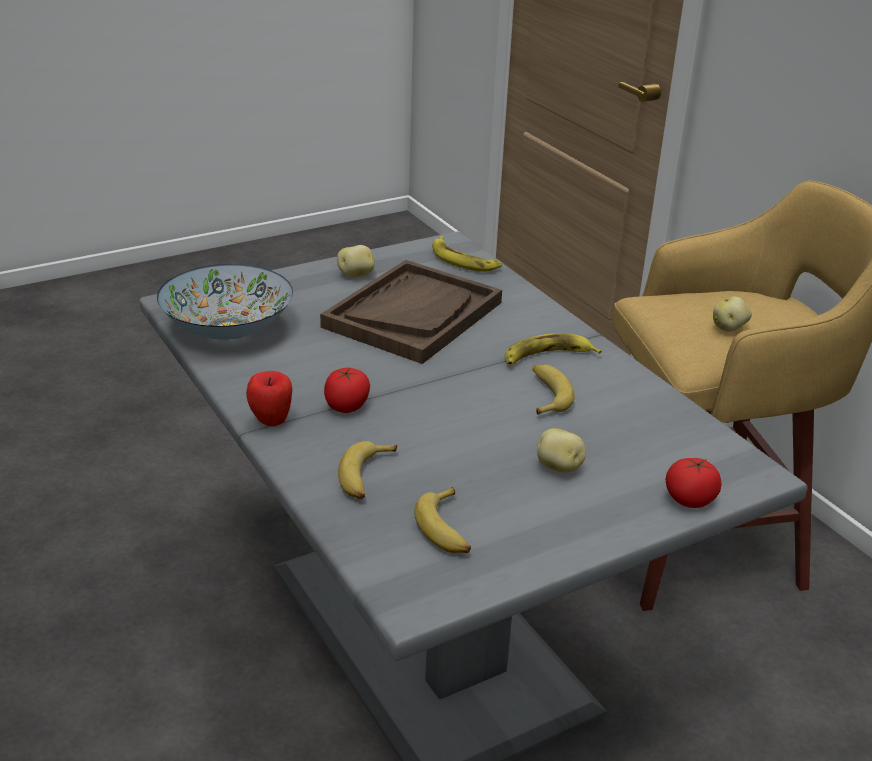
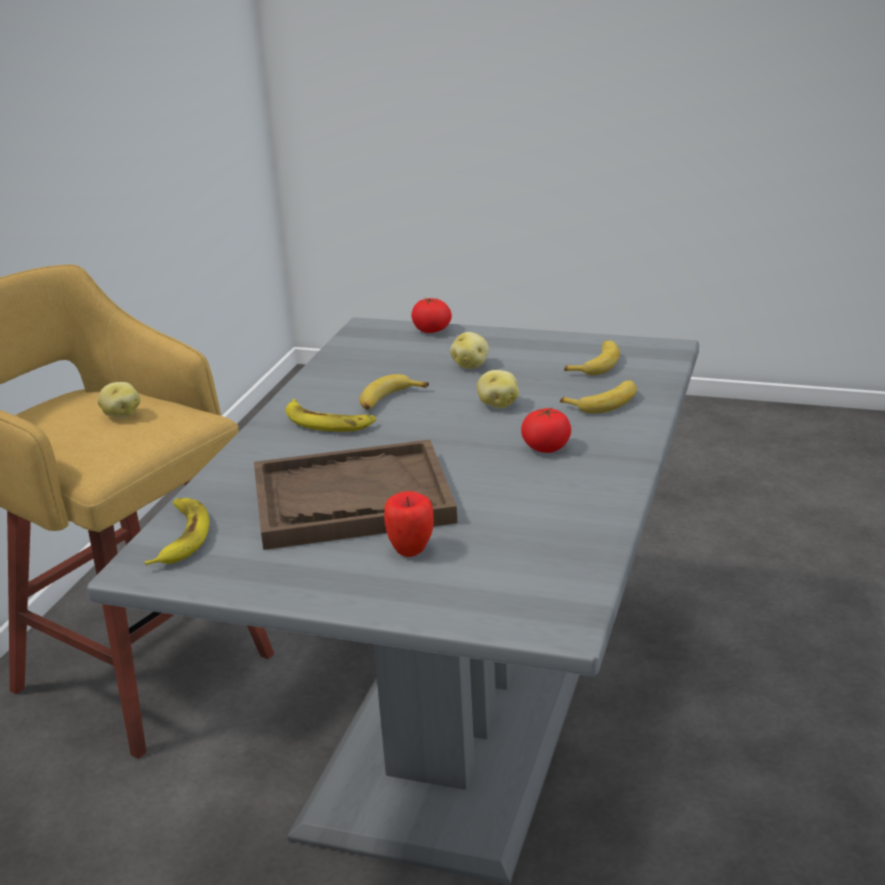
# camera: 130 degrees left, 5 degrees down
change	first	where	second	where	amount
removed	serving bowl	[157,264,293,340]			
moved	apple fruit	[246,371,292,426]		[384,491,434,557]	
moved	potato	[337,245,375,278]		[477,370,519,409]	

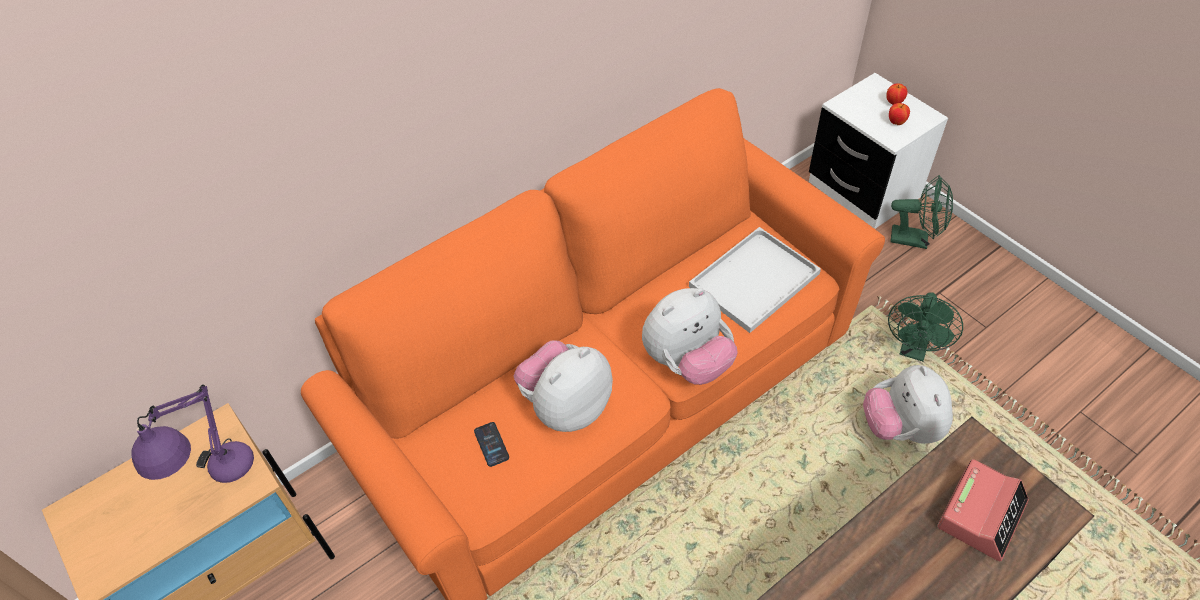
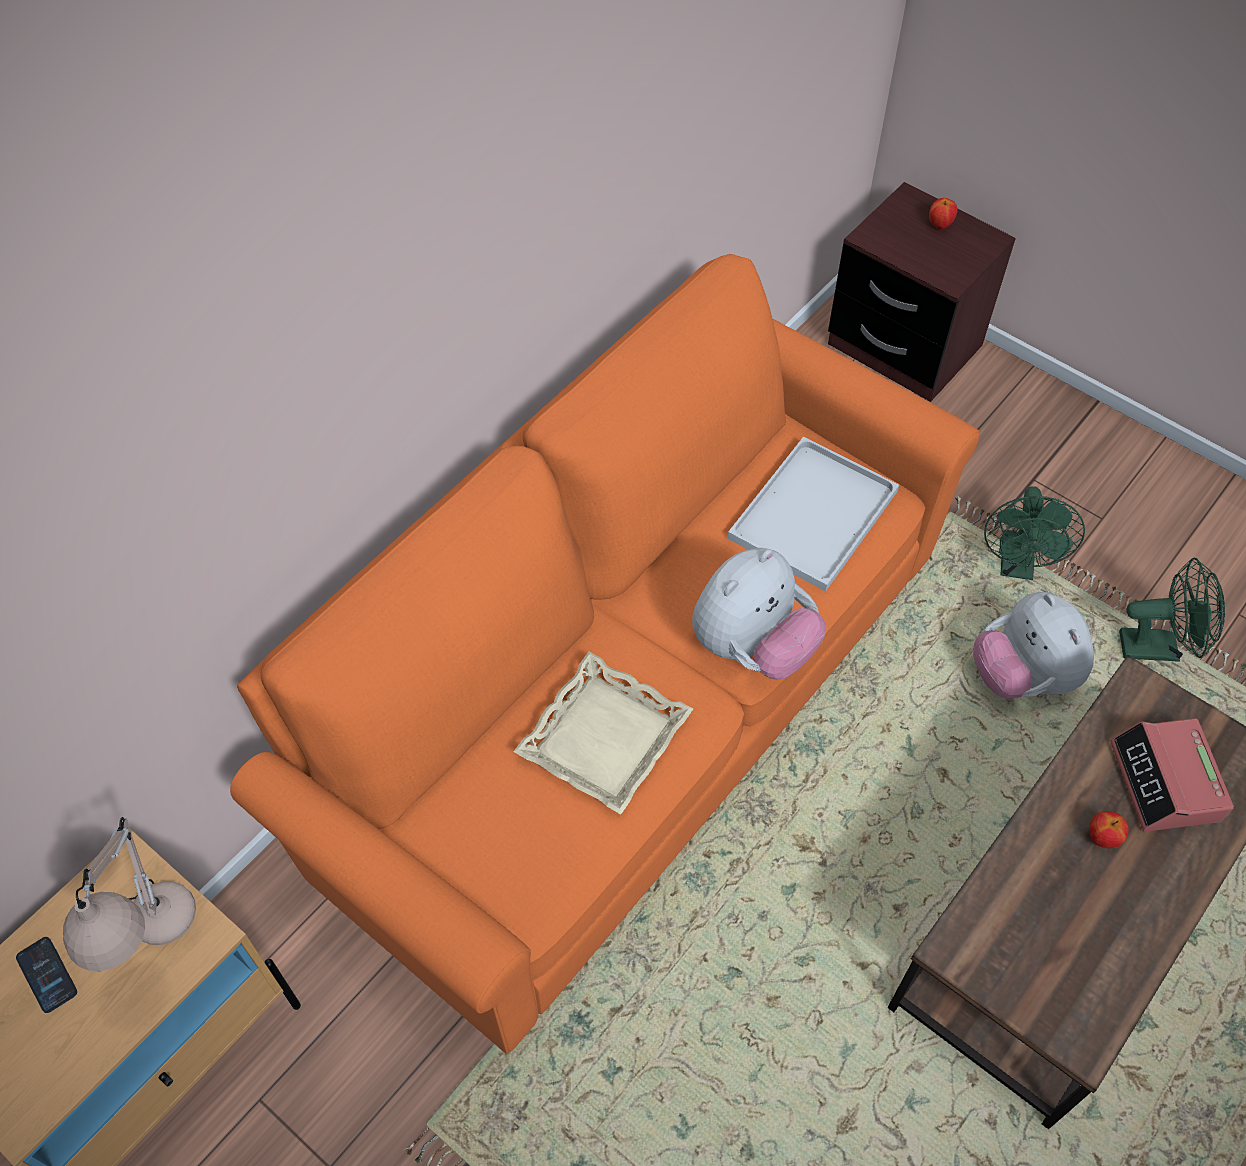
# camera: 15 degrees left, 5 degrees up
change	first	where	second	where	amount
moved	handset	[474,422,509,467]		[16,937,77,1013]	
moved	apple fruit	[889,103,910,125]		[1089,811,1129,848]	
moved	green-coloured electric fan	[890,175,953,249]		[1119,558,1225,662]	
replaced	soft toy	[514,340,613,432]	sand-coloured tray	[513,652,693,815]	
recoloured	purple tabletop lamp	[131,384,254,483]	sand-coloured tabletop lamp	[63,817,196,971]	
recoloured	white night table	[809,73,948,229]	brown-coloured night table	[828,182,1016,402]	
turned	table clock	[937,459,1029,562]		[1110,718,1234,832]	150 degrees clockwise

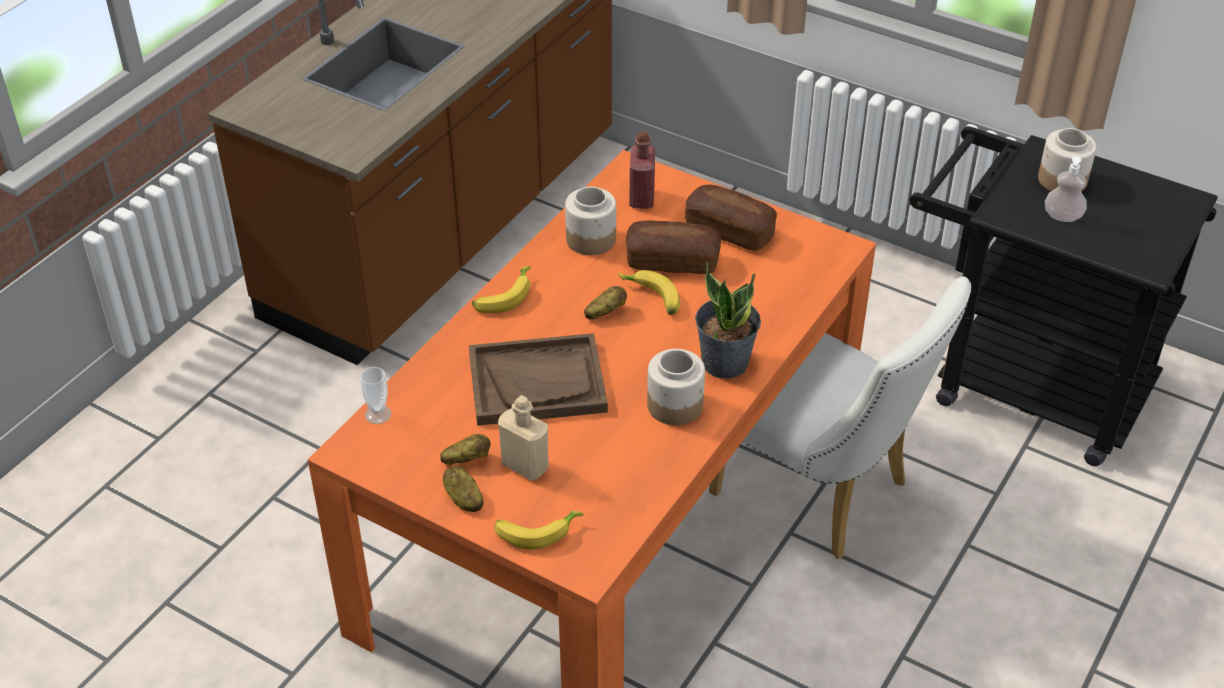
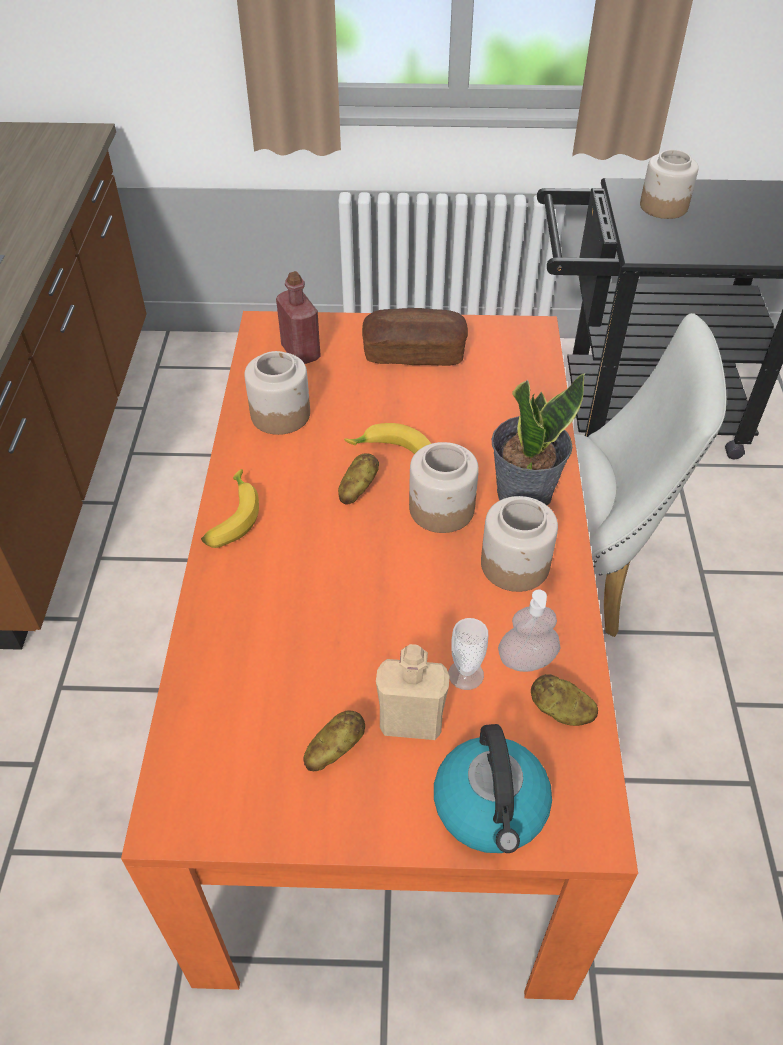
# camera: 30 degrees left, 5 degrees up
change	first	where	second	where	amount
removed	brown-coloured tray	[469,333,608,426]			
removed	bread	[626,221,721,274]			
added			storage jar	[409,442,479,533]	
moved	cup	[360,367,392,424]		[448,618,488,690]	
moved	potato	[443,465,484,512]		[531,674,598,726]	
moved	soap bottle	[1045,156,1087,222]		[498,590,560,672]	
replaced	banana fruit	[494,511,584,550]	tea kettle	[434,724,552,853]	

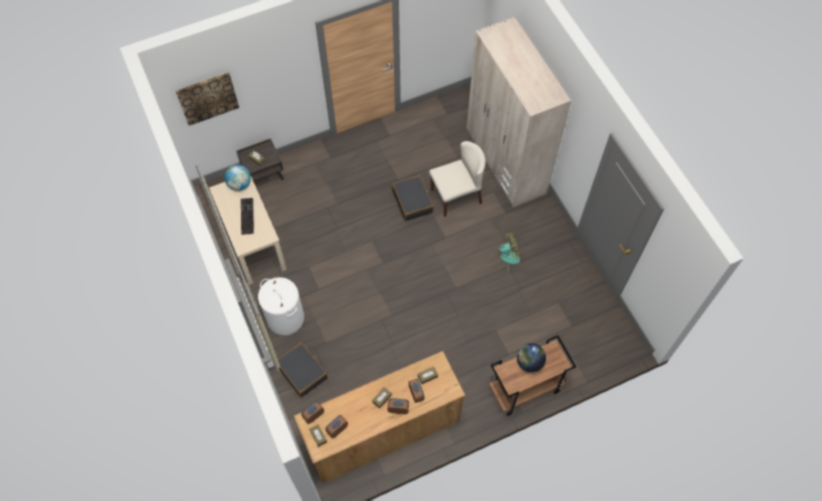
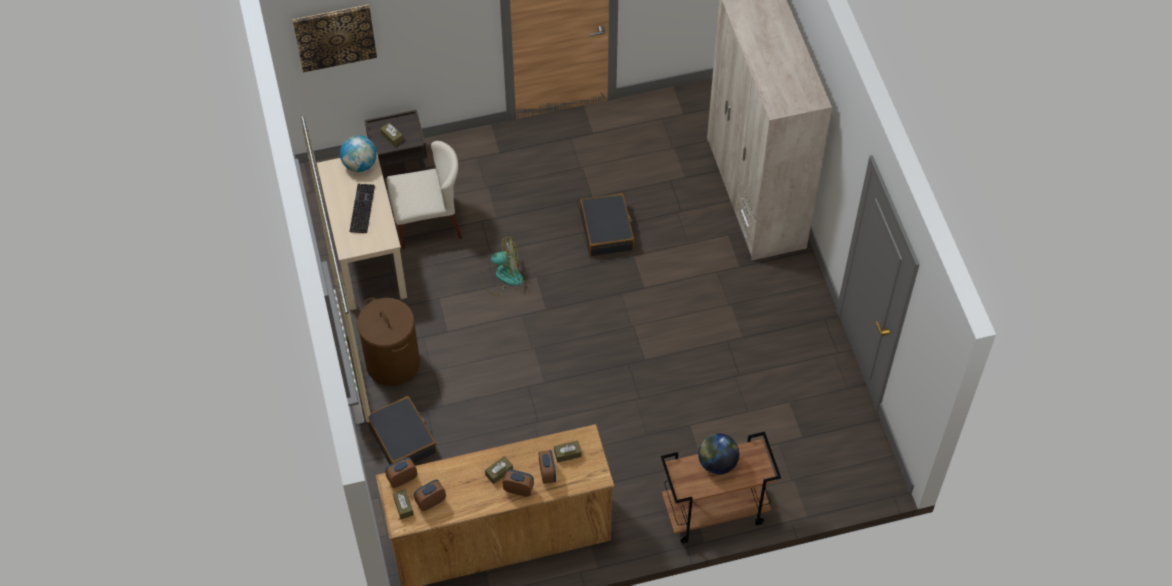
# camera: 10 degrees right, 5 degrees down
change	first	where	second	where	amount
moved	sand-coloured upright chair	[429,141,486,217]		[387,141,462,249]	
moved	electric fan	[490,233,520,274]		[481,236,523,296]	
recoloured	white hamper	[258,277,304,335]	brown-coloured hamper	[357,298,420,386]	

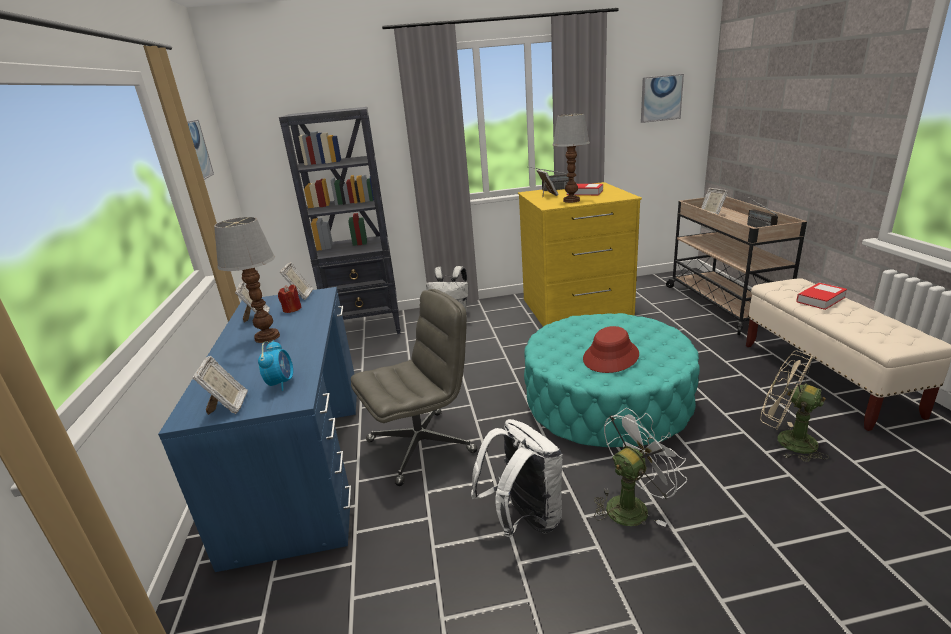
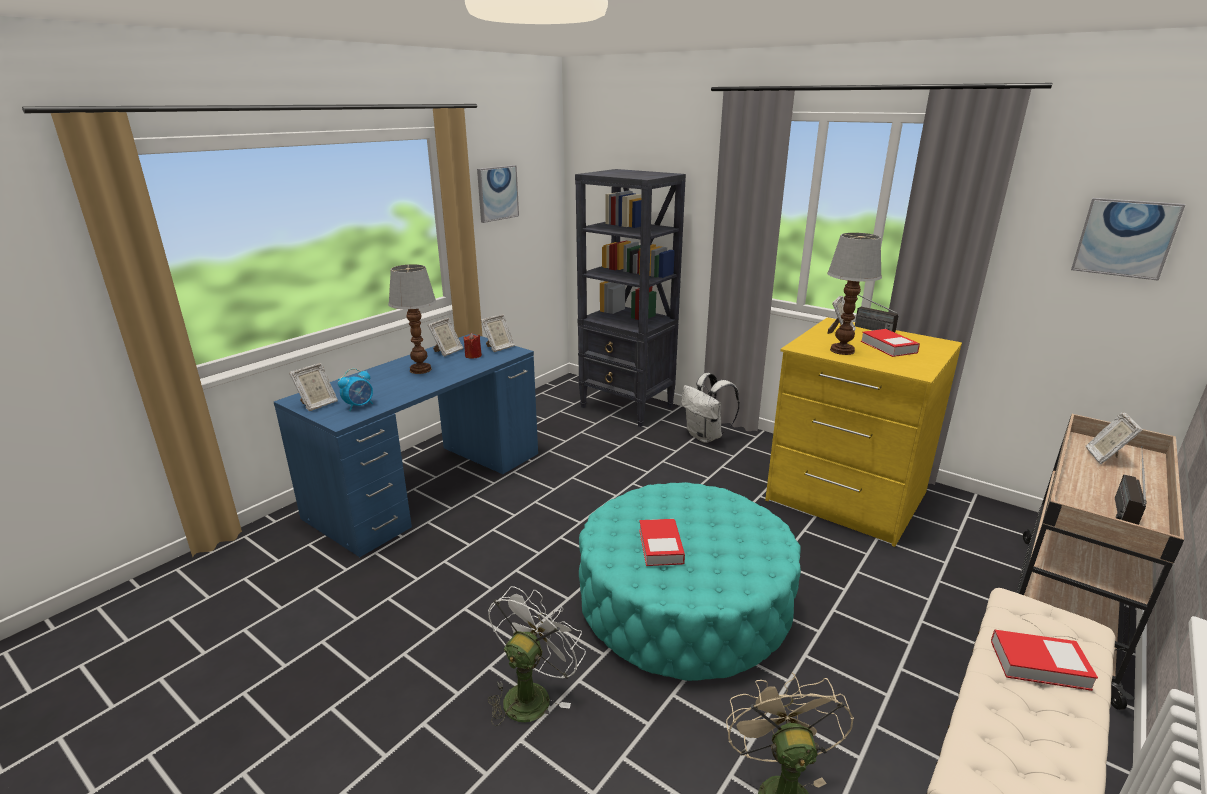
# camera: 45 degrees right, 0 degrees up
change	first	where	second	where	amount
removed	greyish desk chair	[351,289,477,486]			
removed	white rucksack	[471,419,563,537]			
replaced	red clothing hat	[583,326,639,373]	volume	[639,519,685,566]	
turned	white electric fan	[594,408,687,527]		[488,586,586,726]	75 degrees counterclockwise

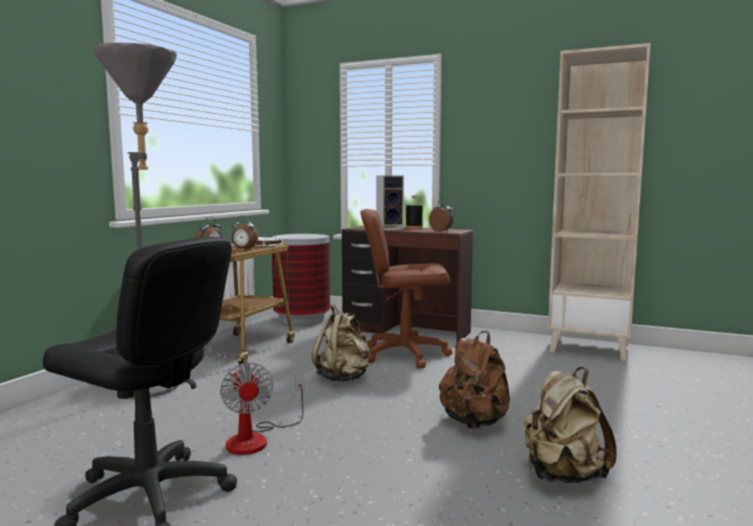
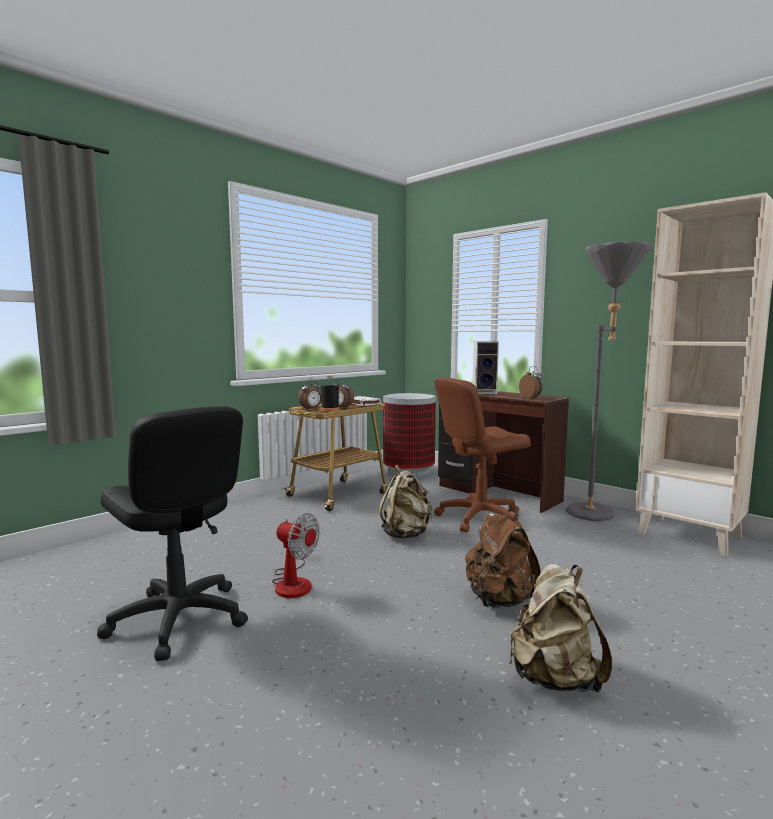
# camera: 20 degrees right, 0 degrees up
change	first	where	second	where	amount
moved	greyish standard lamp	[93,43,178,399]		[566,241,653,521]	
moved	blackish drink bottle	[406,195,423,229]		[321,376,339,412]	
turned	electric fan	[220,362,305,455]		[272,513,320,598]	60 degrees counterclockwise
turned	brown-coloured desk chair	[360,209,452,369]		[434,377,531,532]	45 degrees counterclockwise

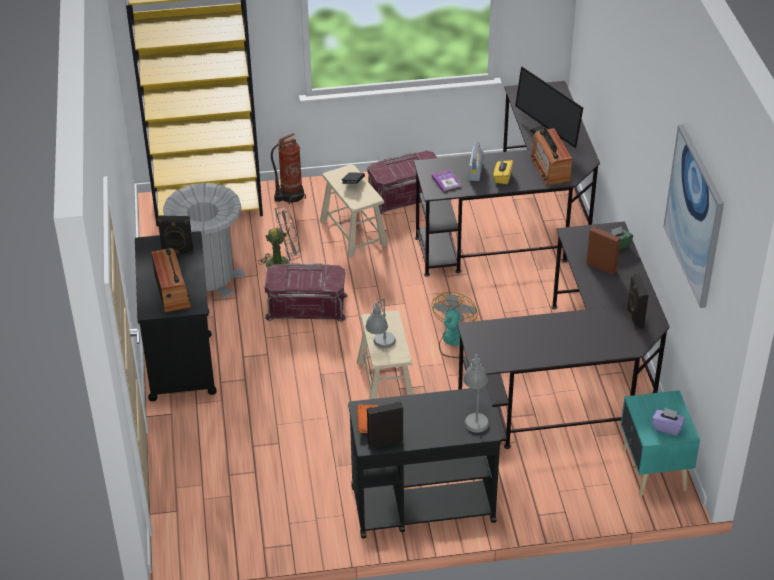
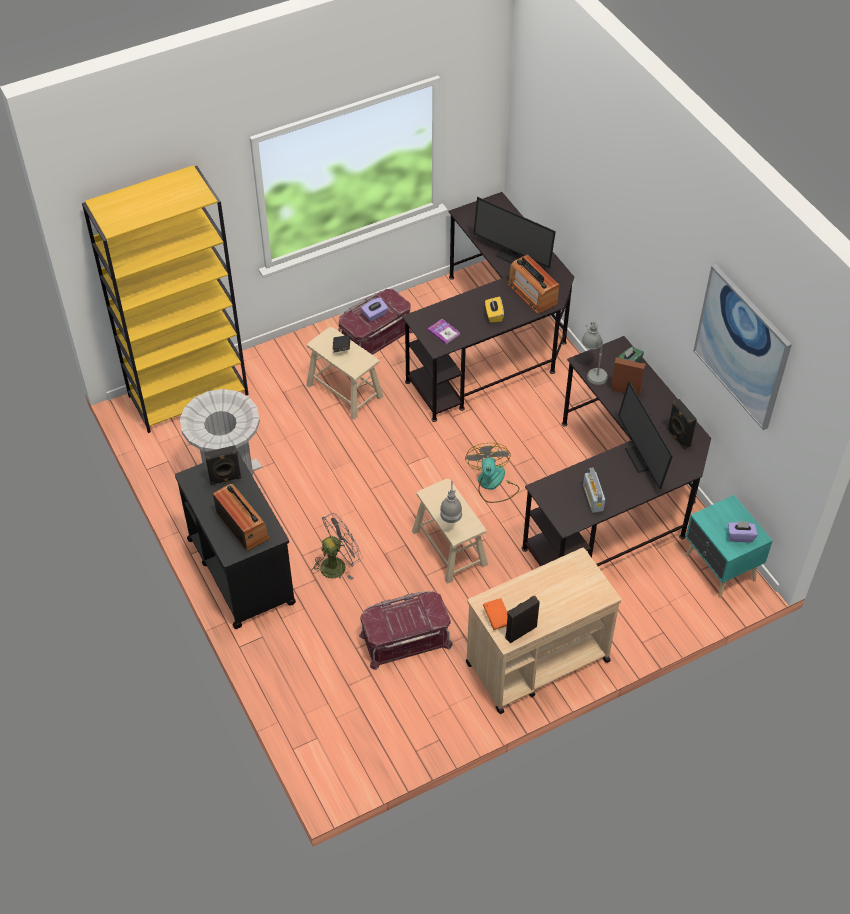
# camera: 20 degrees left, 10 degrees up
change	first	where	second	where	amount
removed	extinguisher	[271,133,306,204]			
added			purple tissue box	[361,297,388,322]	
added			computer screen	[618,381,673,489]	
moved	greyish electric fan	[258,206,301,268]		[312,513,362,580]	
moved	red storage bin	[265,263,347,322]		[359,591,453,670]	
moved	greyish tabletop lamp	[463,354,489,433]		[581,321,608,385]	
moved	radio receiver	[469,141,483,181]		[583,467,605,513]	
recoloured	blackish trolley	[348,387,501,538]	sand-coloured trolley	[466,548,621,714]	

